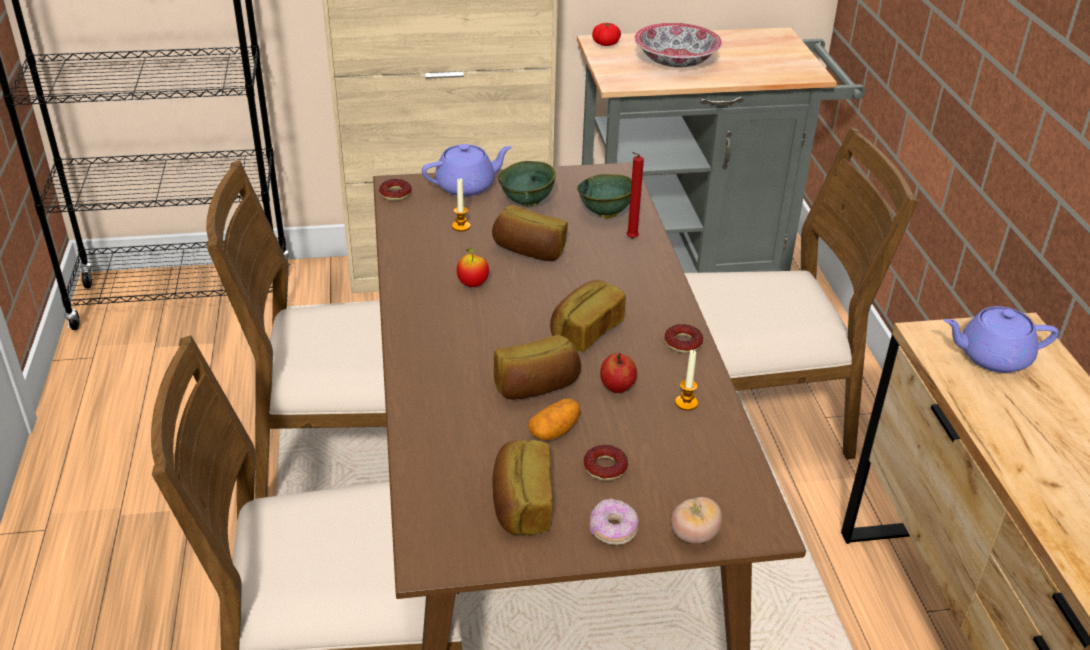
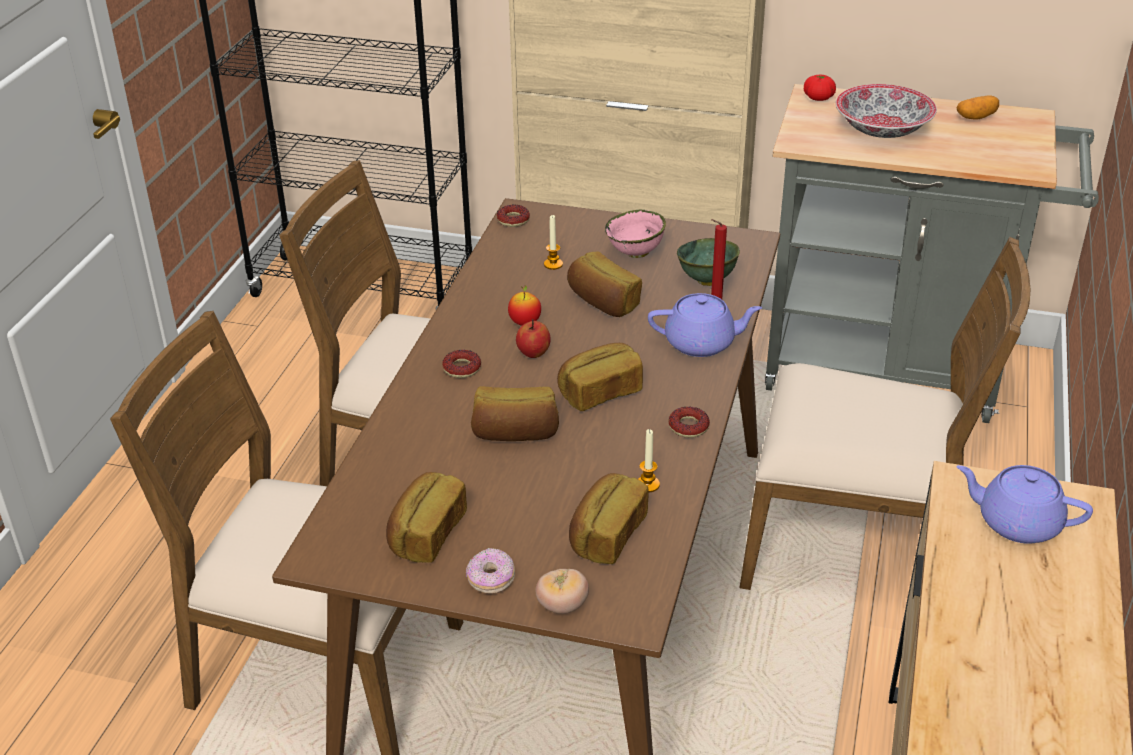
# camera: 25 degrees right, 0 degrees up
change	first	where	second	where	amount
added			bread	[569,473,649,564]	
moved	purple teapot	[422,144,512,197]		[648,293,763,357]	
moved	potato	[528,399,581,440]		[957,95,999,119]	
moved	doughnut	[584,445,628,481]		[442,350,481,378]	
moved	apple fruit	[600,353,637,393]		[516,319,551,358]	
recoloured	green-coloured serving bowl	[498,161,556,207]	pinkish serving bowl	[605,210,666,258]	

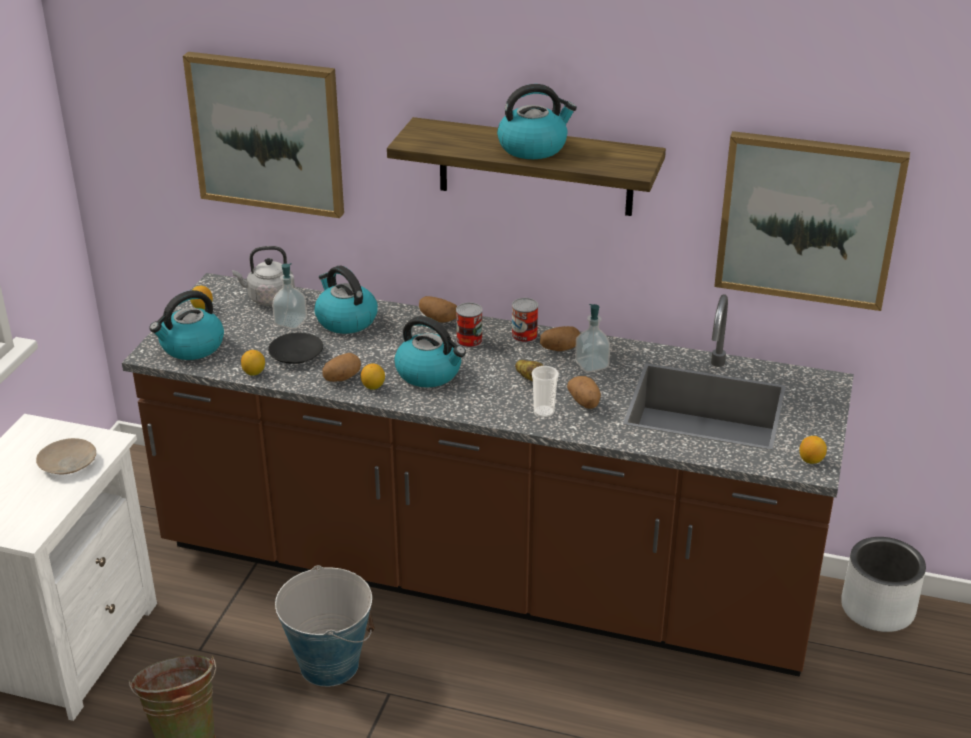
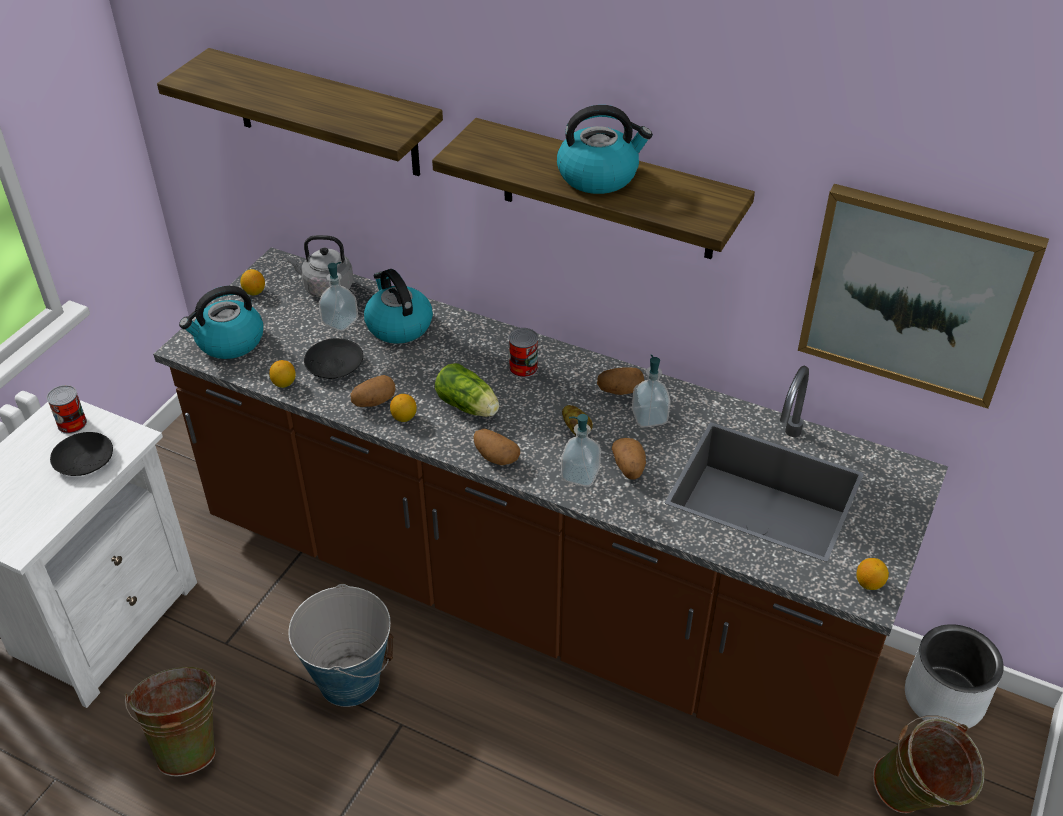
# camera: 10 degrees right, 10 degrees up
change	first	where	second	where	amount
added			green-coloured pail	[873,716,984,813]	
moved	potato	[419,296,457,323]		[474,429,520,466]	
moved	can	[511,298,538,343]		[47,385,87,434]	
replaced	picture	[183,52,344,218]	bracket shelf	[157,48,443,176]	
replaced	tea kettle	[394,316,466,388]	lettuce	[435,363,499,417]	
replaced	cup	[532,366,559,418]	soap bottle	[561,414,601,487]	
recoloured	sand-coloured flat dish	[36,438,96,474]	blackish flat dish	[50,432,113,476]	

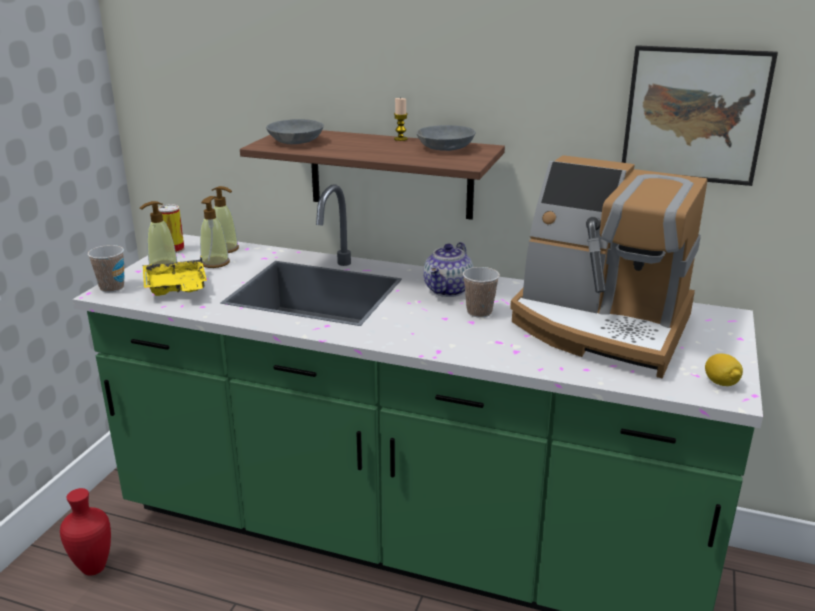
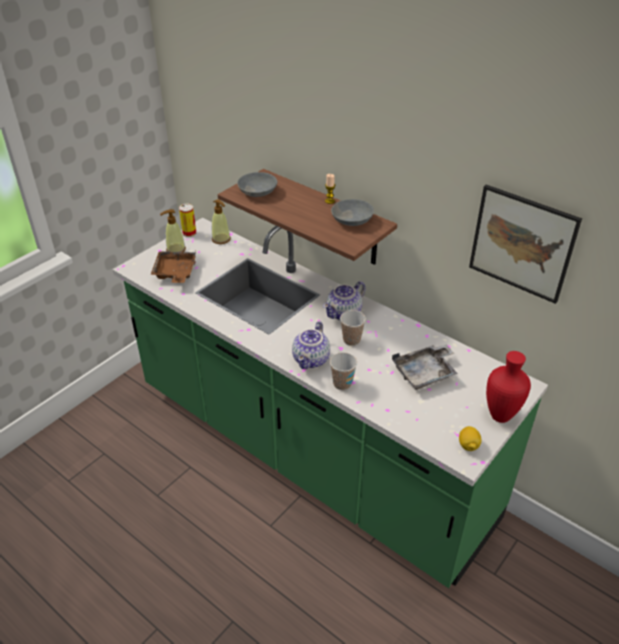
# camera: 20 degrees right, 15 degrees up
change	first	where	second	where	amount
removed	soap bottle	[200,196,230,268]			
added			teapot	[292,321,330,369]	
moved	red decorative vase	[60,488,111,575]		[486,351,531,423]	
moved	cup	[88,245,124,292]		[330,352,357,390]	
replaced	coffee maker	[510,155,708,378]	greyish tray	[392,344,458,390]	
recoloured	yellowish tray	[143,256,207,296]	brown-coloured tray	[151,251,196,283]	

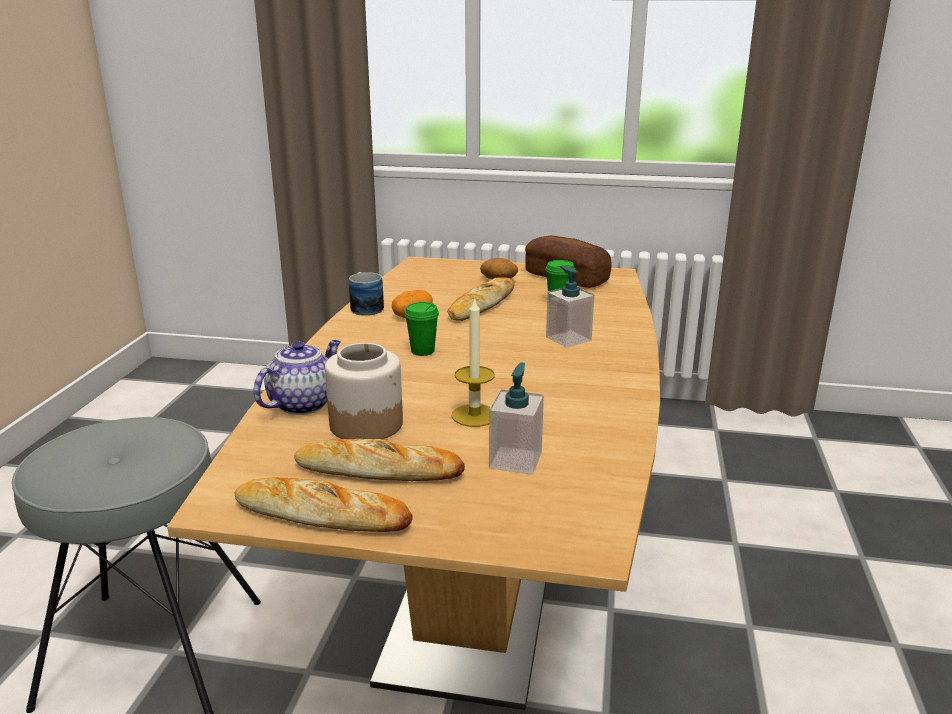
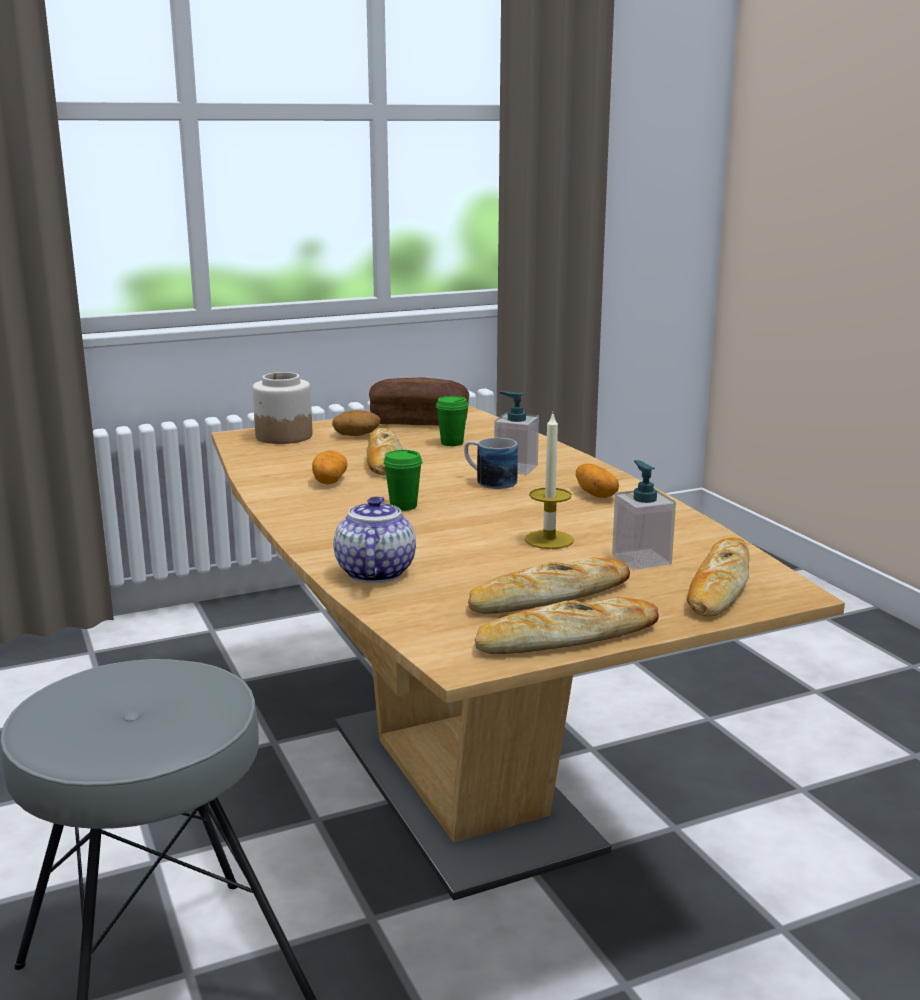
# camera: 35 degrees left, 5 degrees down
change	first	where	second	where	amount
added			potato	[576,463,619,498]	
added			bread	[687,538,749,617]	
moved	storage jar	[325,343,403,439]		[253,372,312,444]	
moved	coffee mug	[349,272,384,316]		[464,438,518,489]	

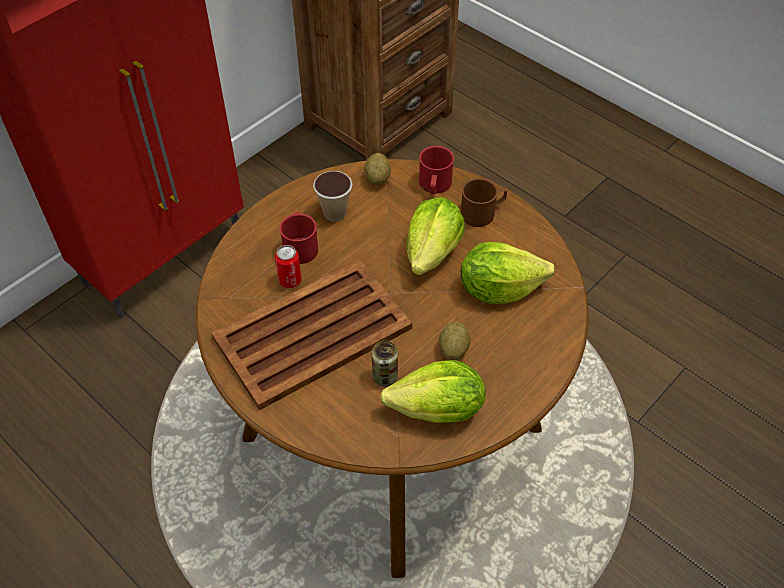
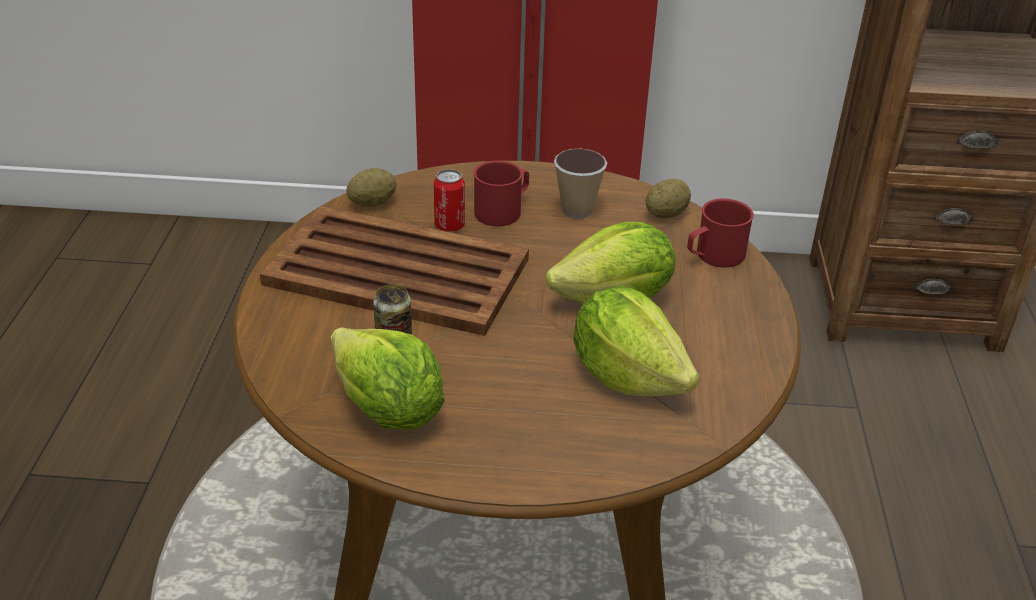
# camera: 50 degrees right, 15 degrees down
change	first	where	second	where	amount
removed	brown-coloured coffee mug	[461,178,507,227]			
moved	potato	[439,321,471,360]		[346,168,396,207]	

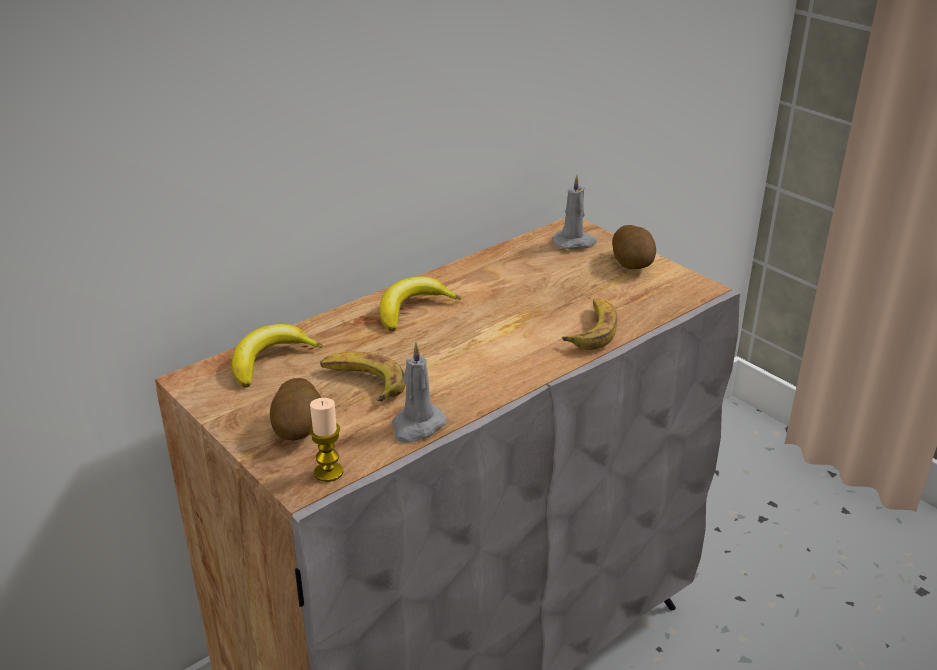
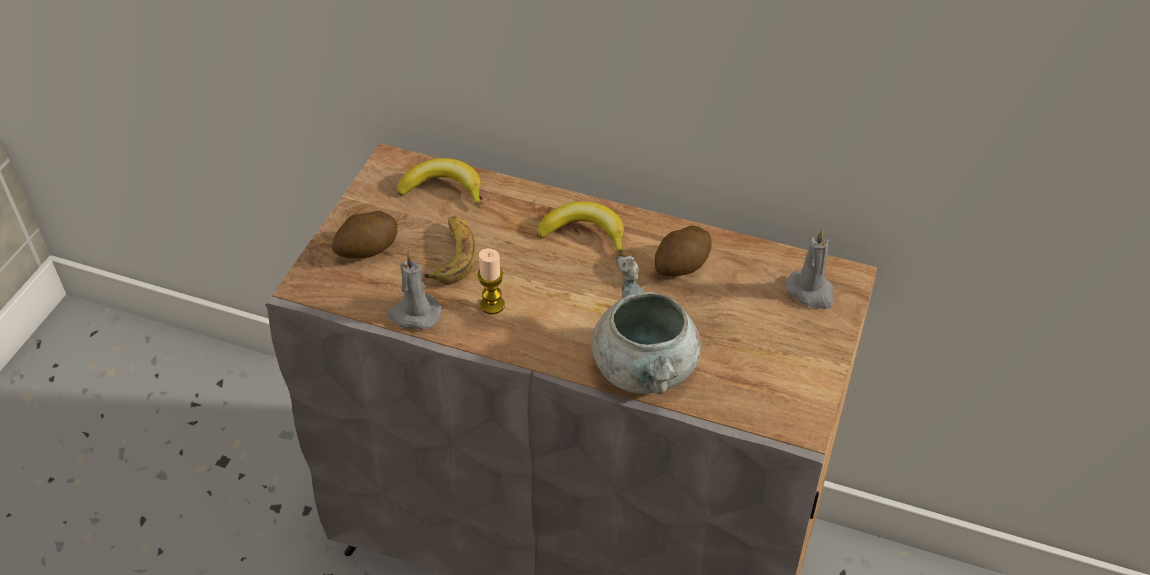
# camera: 60 degrees right, 15 degrees up
change	first	where	second	where	amount
moved	candle	[309,398,343,482]		[478,248,505,314]	
moved	potato	[612,225,656,269]		[655,226,712,277]	
replaced	banana fruit	[562,299,617,350]	greyish cooking pot	[592,255,701,394]	

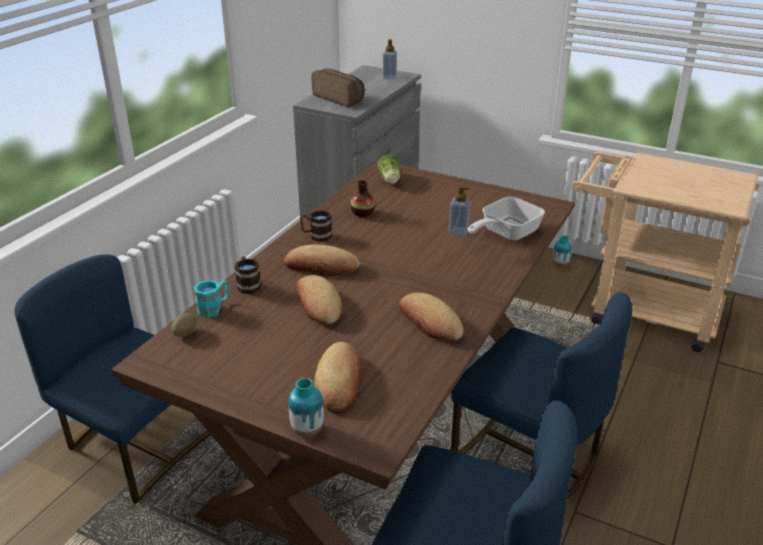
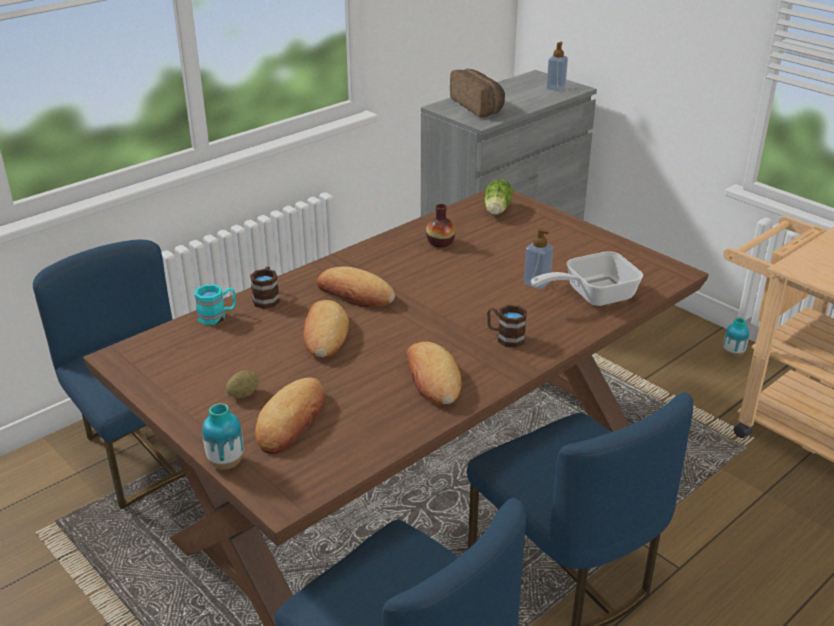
# camera: 20 degrees right, 0 degrees up
change	first	where	second	where	amount
moved	potato	[172,313,197,337]		[226,371,259,398]	
moved	brown-coloured coffee mug	[300,210,332,242]		[487,305,527,347]	

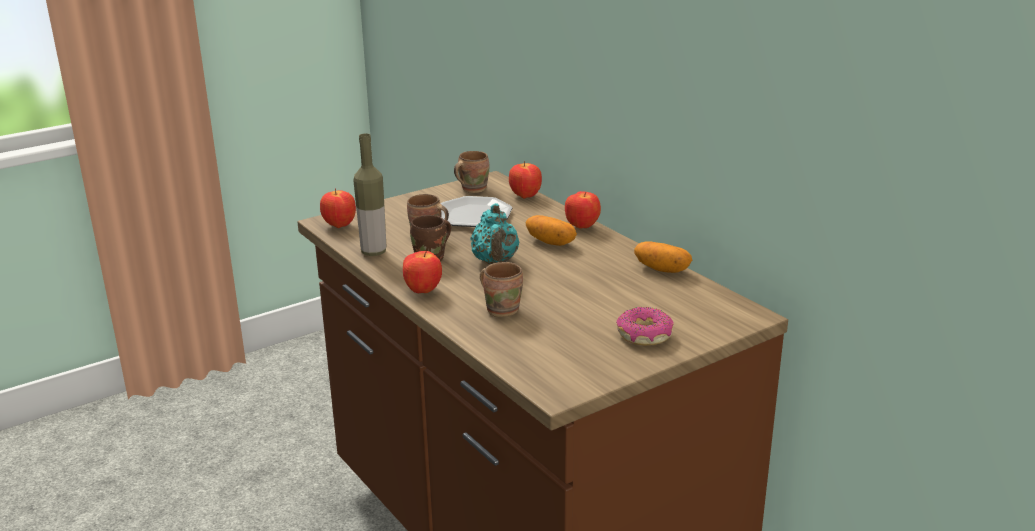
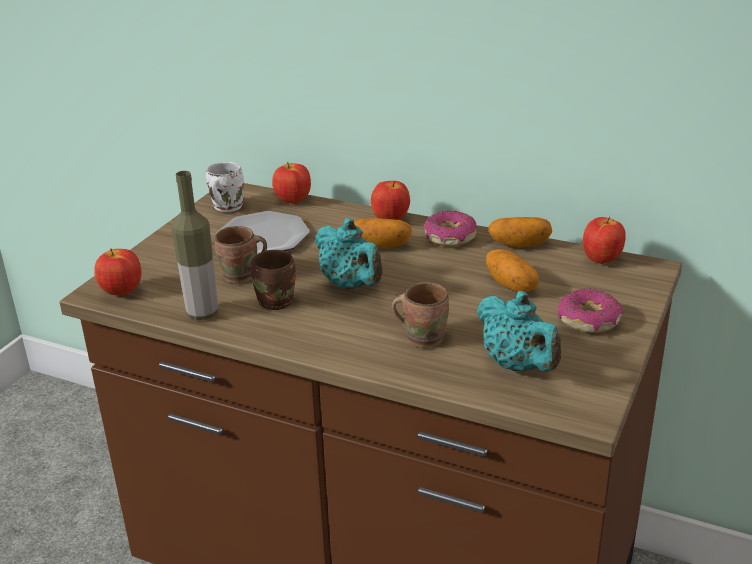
# camera: 30 degrees left, 5 degrees up
change	first	where	second	where	amount
added			doughnut	[424,211,477,246]	
added			blue-green teapot	[477,291,561,372]	
added			potato	[486,249,539,292]	
moved	apple fruit	[403,251,442,293]		[583,217,626,264]	
recoloured	brown-coloured coffee mug	[454,151,490,193]	white coffee mug	[206,162,244,212]	

